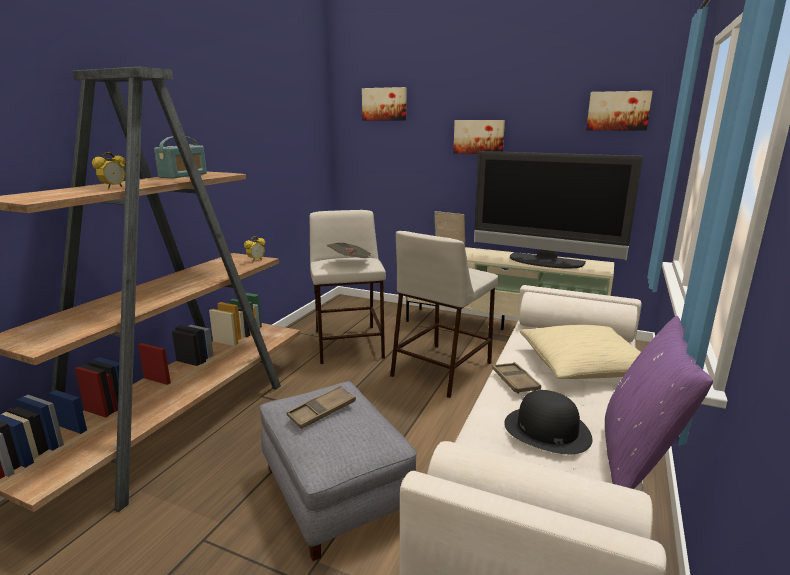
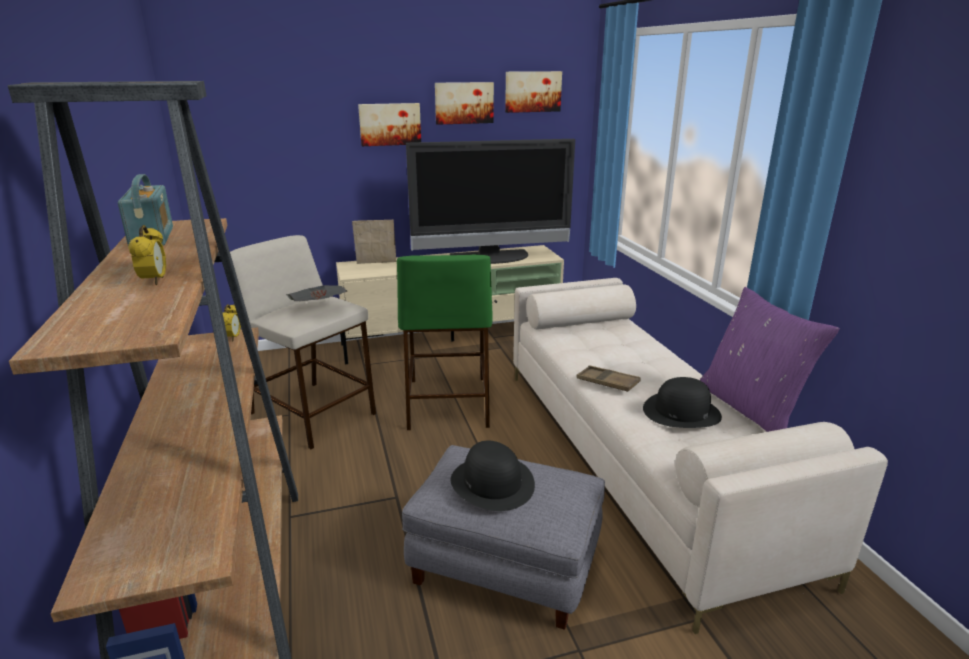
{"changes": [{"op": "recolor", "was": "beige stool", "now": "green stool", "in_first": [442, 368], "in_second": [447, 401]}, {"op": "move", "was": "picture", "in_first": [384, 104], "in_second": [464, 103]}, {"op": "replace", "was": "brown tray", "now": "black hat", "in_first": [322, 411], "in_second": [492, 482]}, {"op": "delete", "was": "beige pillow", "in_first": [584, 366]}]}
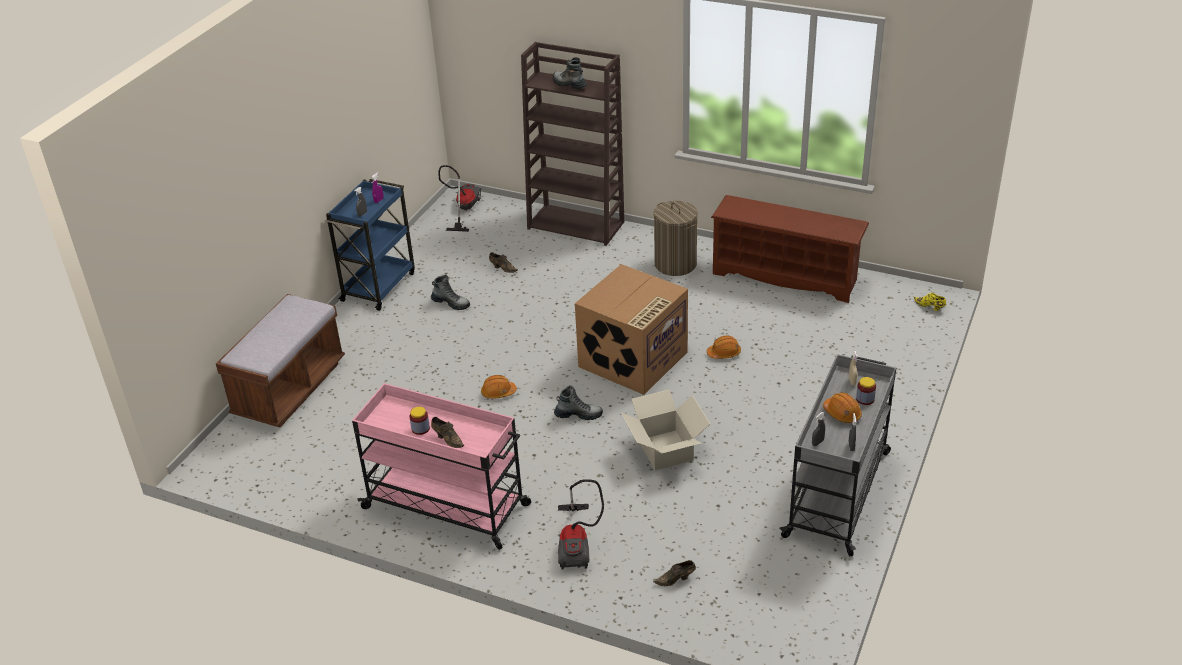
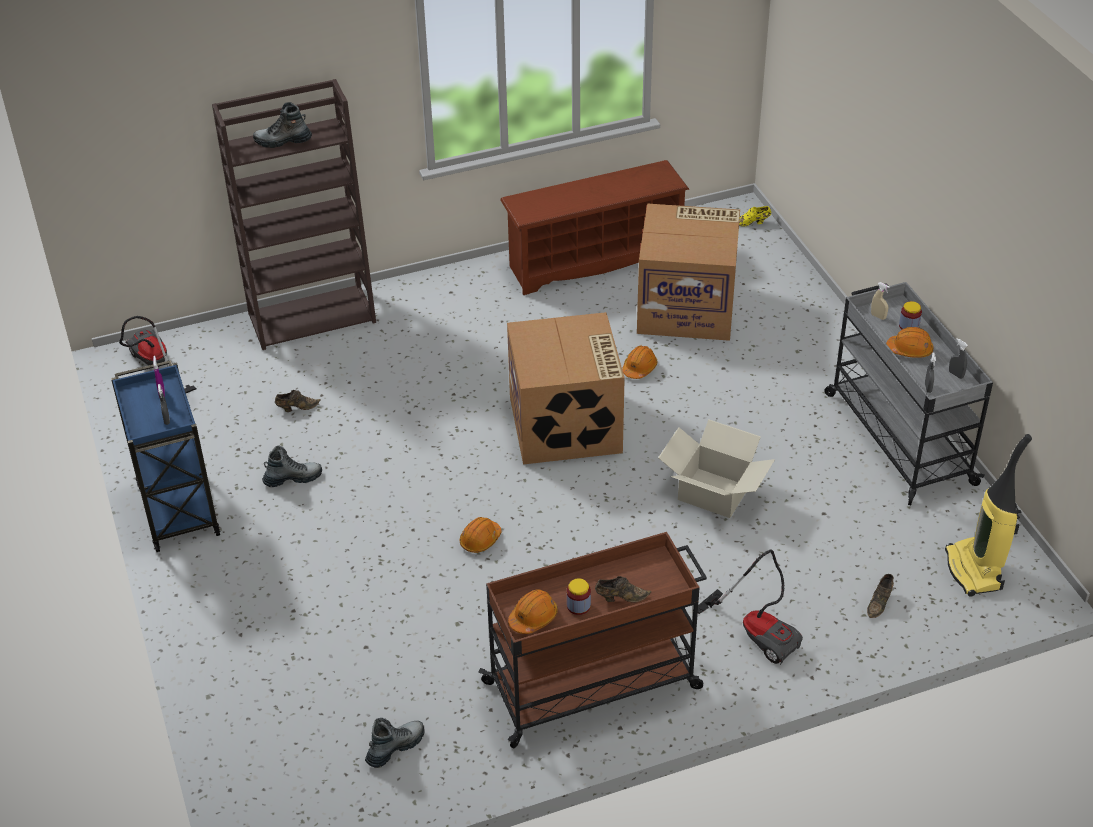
{"changes": [{"op": "move", "was": "boot", "in_first": [578, 415], "in_second": [395, 747]}, {"op": "recolor", "was": "pink cart", "now": "brown cart", "in_first": [448, 507], "in_second": [594, 685]}, {"op": "insert", "now": "orange hard hat", "in_second": [533, 617]}, {"op": "insert", "now": "cardboard box", "in_second": [688, 307]}, {"op": "insert", "now": "vacuum cleaner", "in_second": [975, 570]}, {"op": "delete", "was": "brown bench", "in_first": [289, 389]}, {"op": "delete", "was": "laundry basket", "in_first": [675, 264]}]}
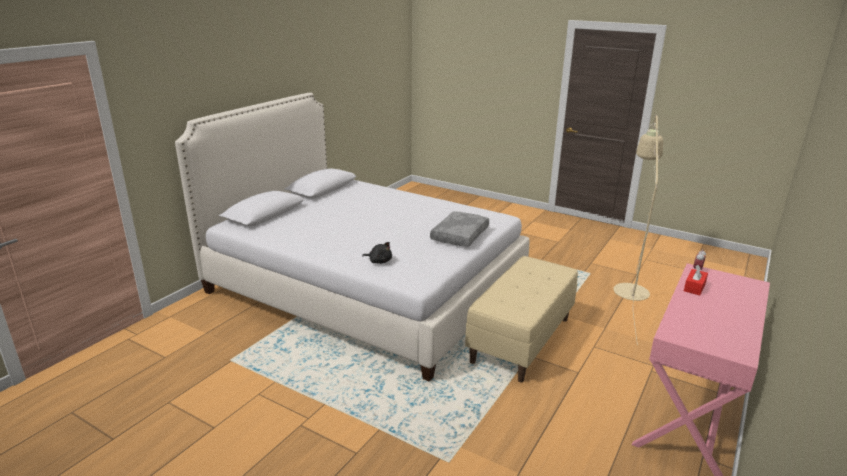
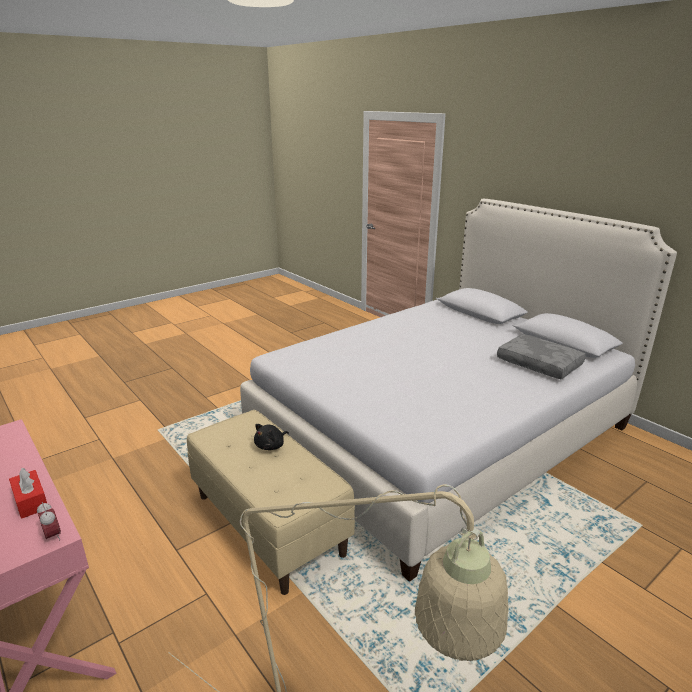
{"changes": [{"op": "move", "was": "black plush toy", "in_first": [379, 261], "in_second": [271, 446]}, {"op": "move", "was": "grey pillow", "in_first": [459, 235], "in_second": [540, 364]}]}
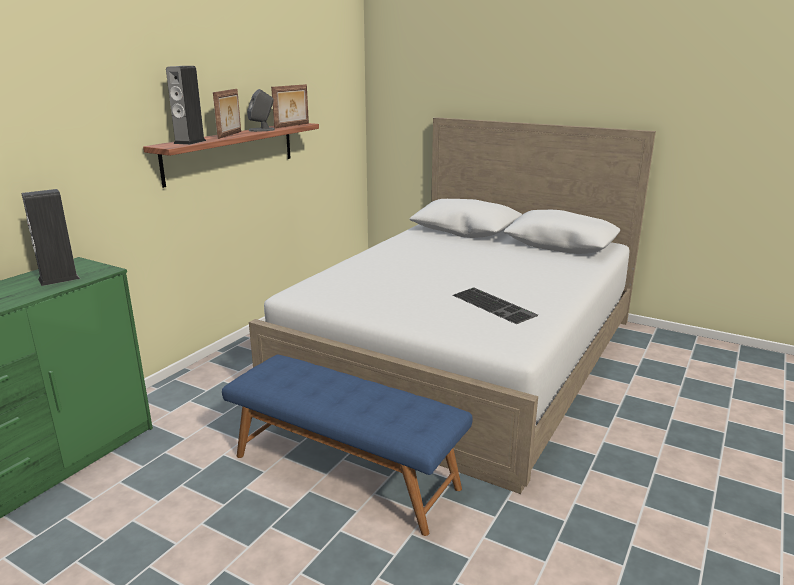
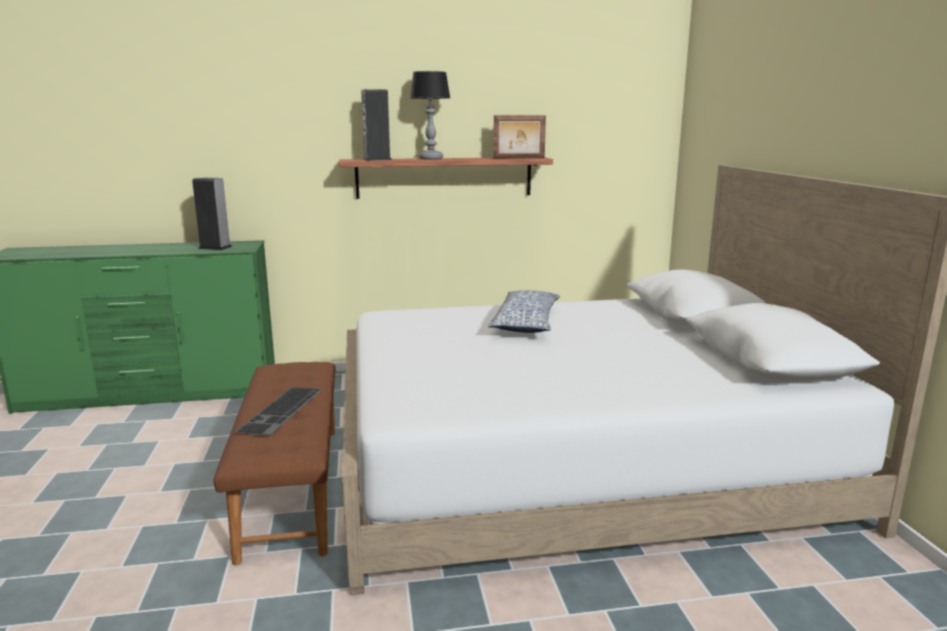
{"changes": [{"op": "recolor", "was": "blue bench", "now": "brown bench", "in_first": [346, 470], "in_second": [293, 487]}, {"op": "move", "was": "keyboard", "in_first": [495, 305], "in_second": [283, 411]}, {"op": "replace", "was": "picture frame", "now": "table lamp", "in_first": [230, 135], "in_second": [431, 159]}, {"op": "insert", "now": "pillow", "in_second": [526, 323]}, {"op": "delete", "was": "grey speaker", "in_first": [262, 130]}]}
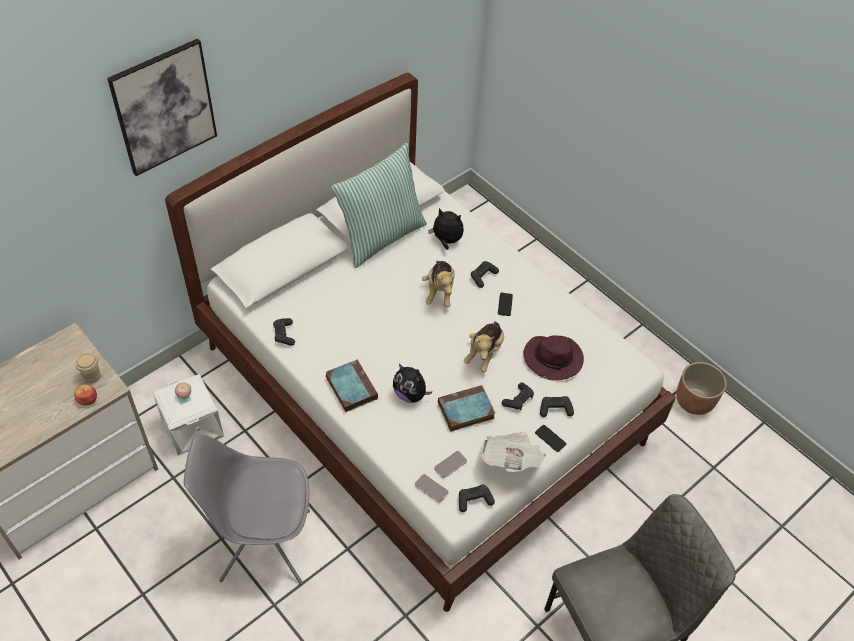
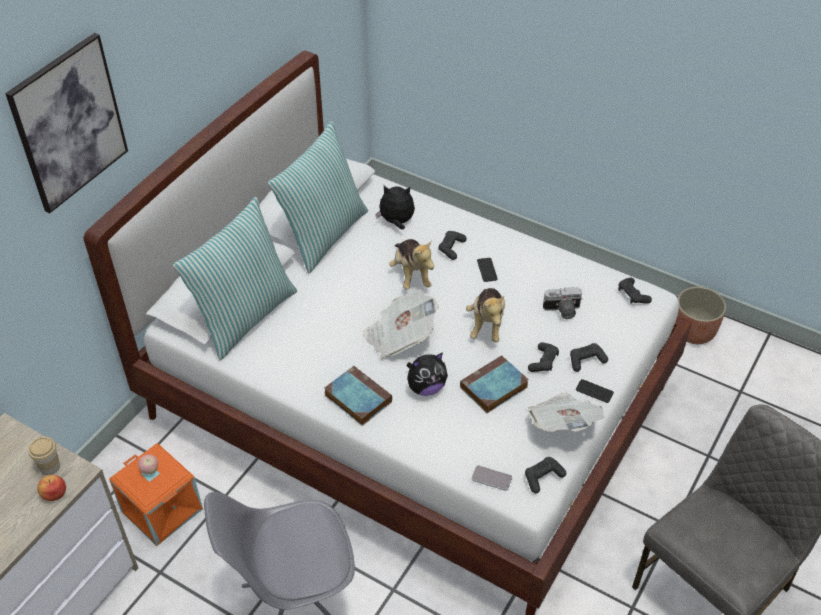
{"changes": [{"op": "recolor", "was": "white storage box", "now": "orange storage box", "in_first": [193, 427], "in_second": [163, 509]}, {"op": "insert", "now": "pillow", "in_second": [244, 316]}, {"op": "insert", "now": "newspaper", "in_second": [400, 337]}, {"op": "rotate", "was": "plush toy", "in_first": [410, 394], "in_second": [426, 387], "clockwise": -45}, {"op": "replace", "was": "purple hat", "now": "photo camera", "in_first": [554, 359], "in_second": [562, 311]}, {"op": "move", "was": "black game controller", "in_first": [284, 334], "in_second": [632, 295]}, {"op": "delete", "was": "phone", "in_first": [450, 464]}]}
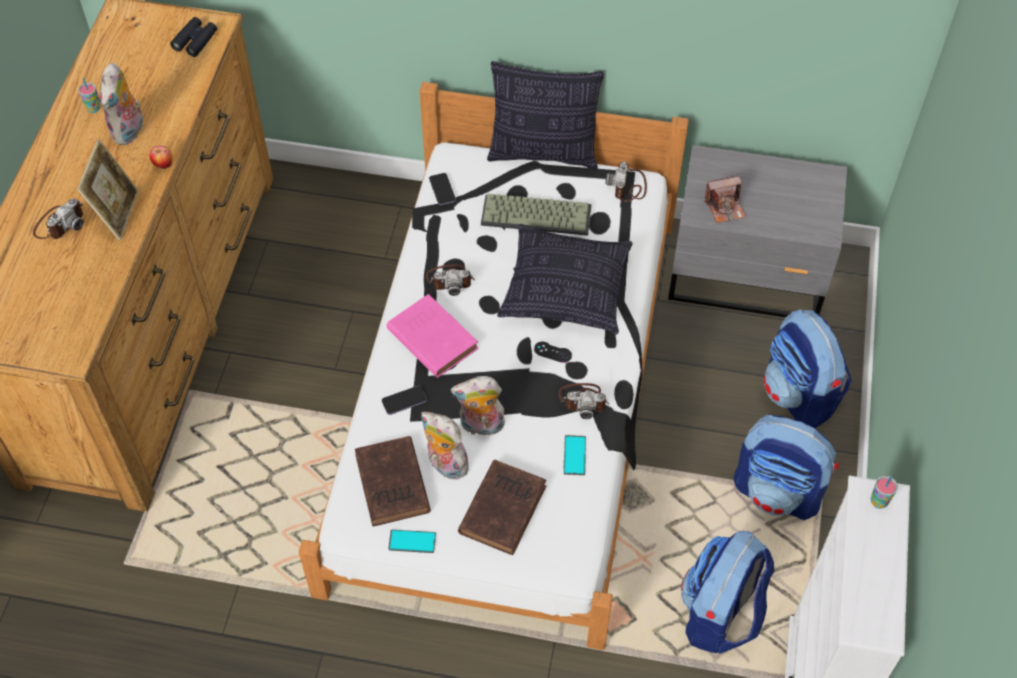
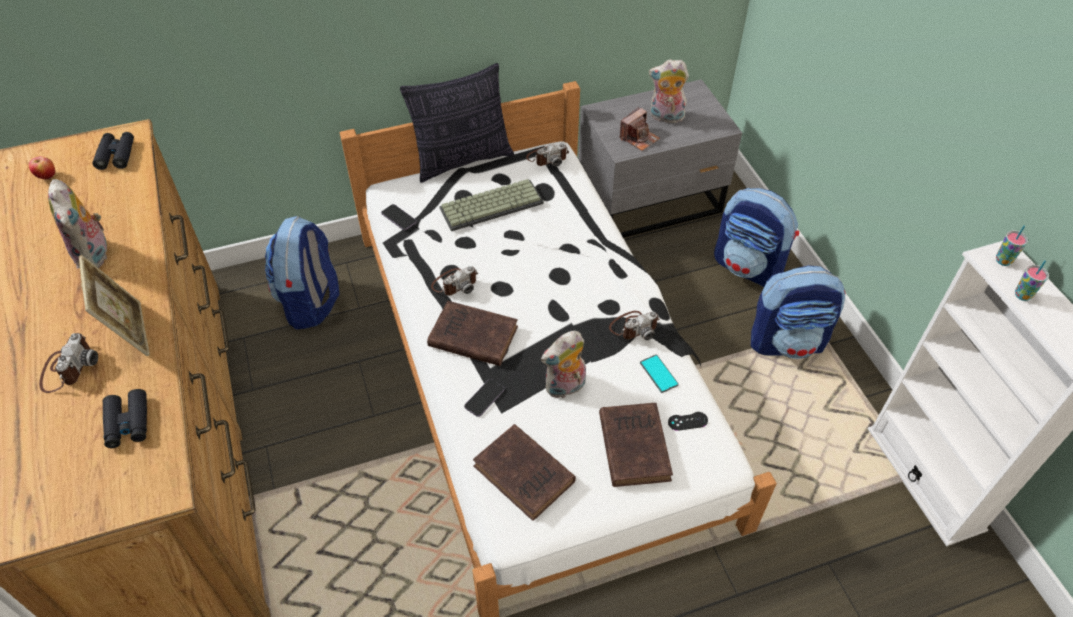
{"changes": [{"op": "move", "was": "apple", "in_first": [163, 165], "in_second": [47, 177]}, {"op": "insert", "now": "black binoculars", "in_second": [128, 423]}, {"op": "move", "was": "backpack", "in_first": [720, 615], "in_second": [311, 302]}, {"op": "recolor", "was": "pink book", "now": "brown book", "in_first": [431, 338], "in_second": [471, 336]}, {"op": "rotate", "was": "photo camera", "in_first": [628, 187], "in_second": [547, 157], "clockwise": -90}, {"op": "move", "was": "plush toy", "in_first": [444, 464], "in_second": [665, 117]}, {"op": "move", "was": "black game controller", "in_first": [552, 352], "in_second": [687, 421]}, {"op": "move", "was": "cup", "in_first": [94, 108], "in_second": [1022, 295]}, {"op": "delete", "was": "phone", "in_first": [412, 542]}, {"op": "delete", "was": "pillow", "in_first": [566, 291]}]}
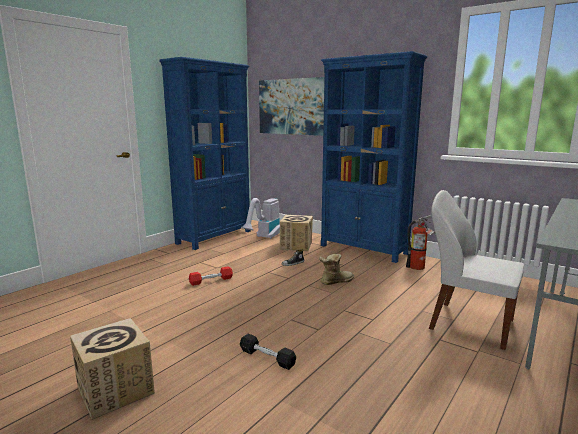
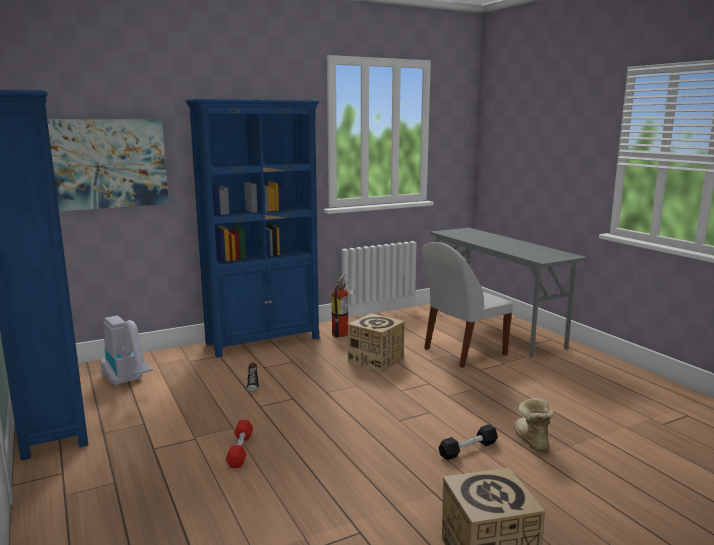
{"changes": [{"op": "move", "was": "cardboard box", "in_first": [296, 245], "in_second": [375, 360]}, {"op": "move", "was": "boot", "in_first": [335, 281], "in_second": [530, 440]}]}
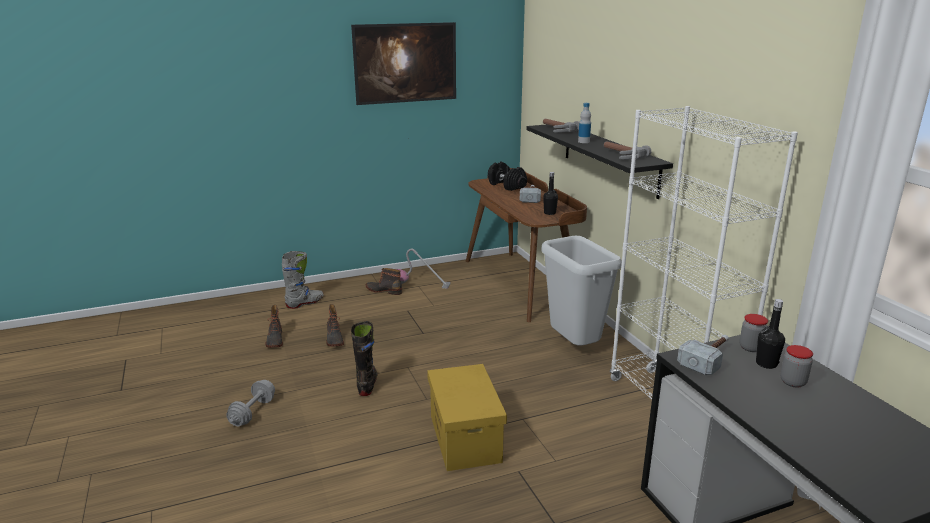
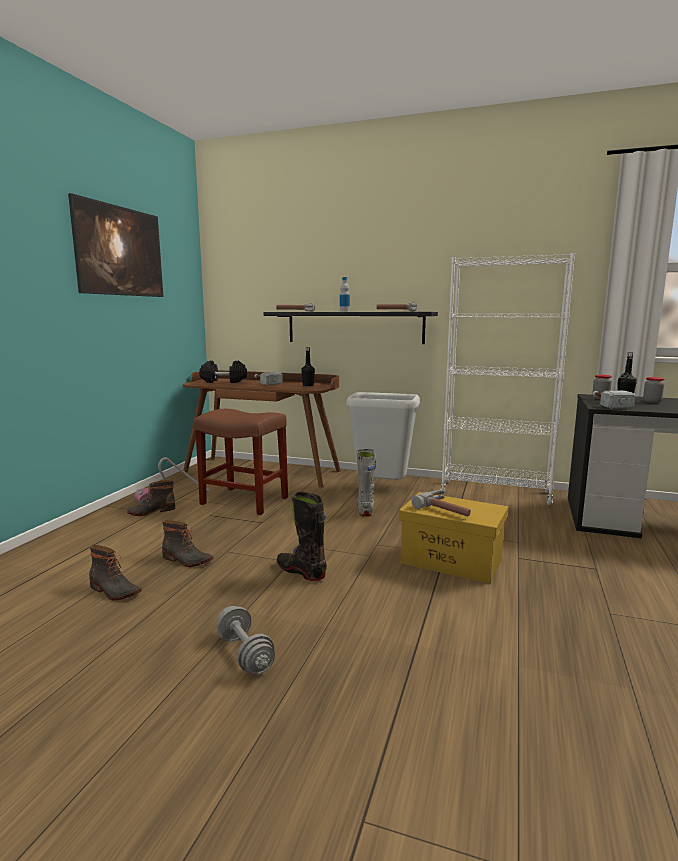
{"changes": [{"op": "insert", "now": "brown stool", "in_second": [243, 501]}, {"op": "move", "was": "grey boot", "in_first": [305, 303], "in_second": [365, 509]}, {"op": "insert", "now": "hammer", "in_second": [447, 509]}]}
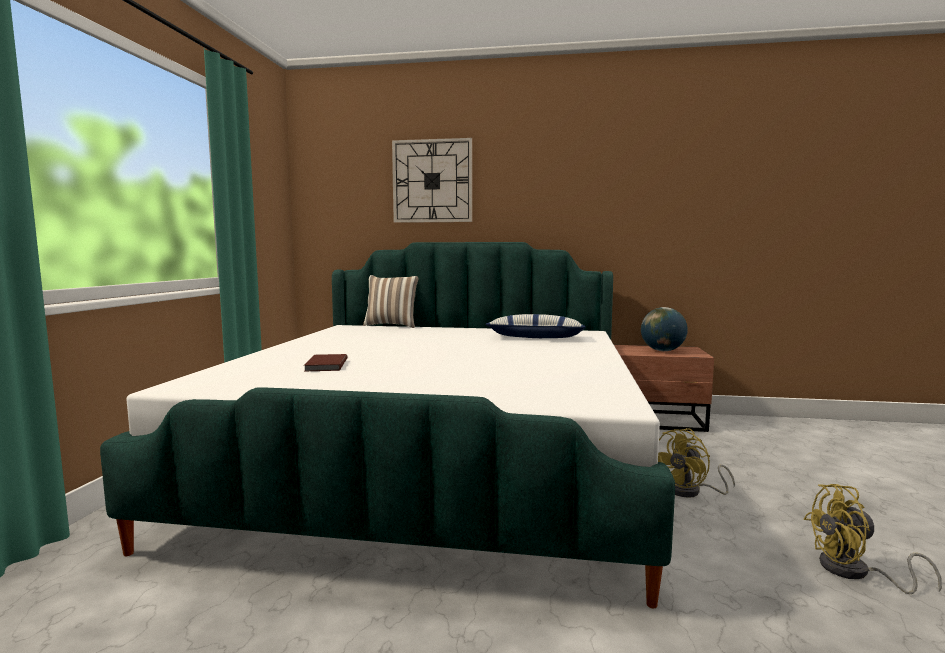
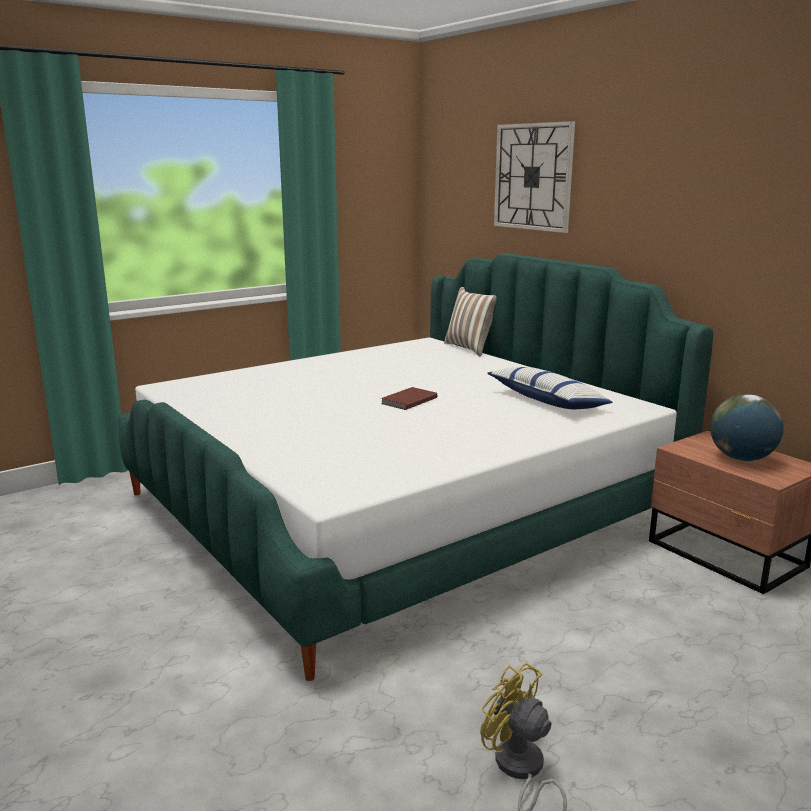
{"changes": [{"op": "move", "was": "brown book", "in_first": [325, 365], "in_second": [407, 400]}, {"op": "delete", "was": "yellow fan", "in_first": [691, 491]}]}
